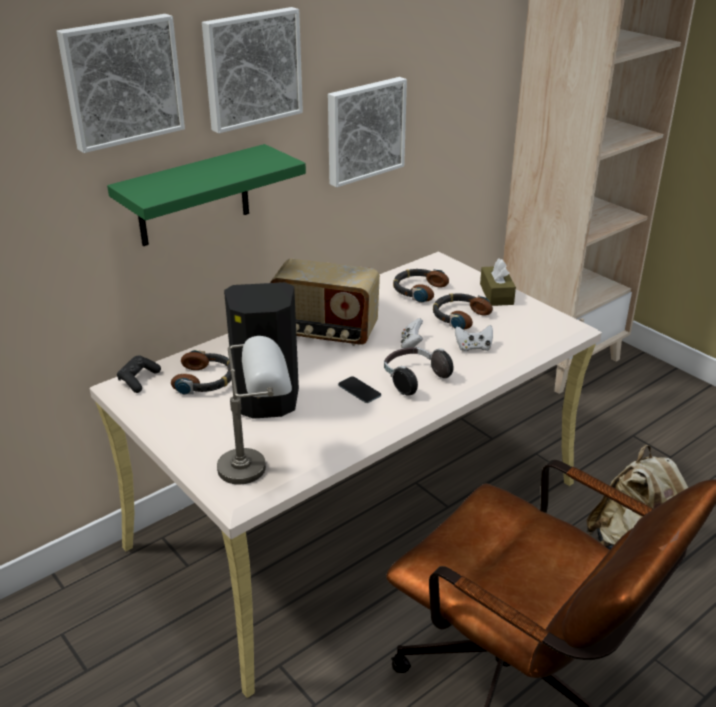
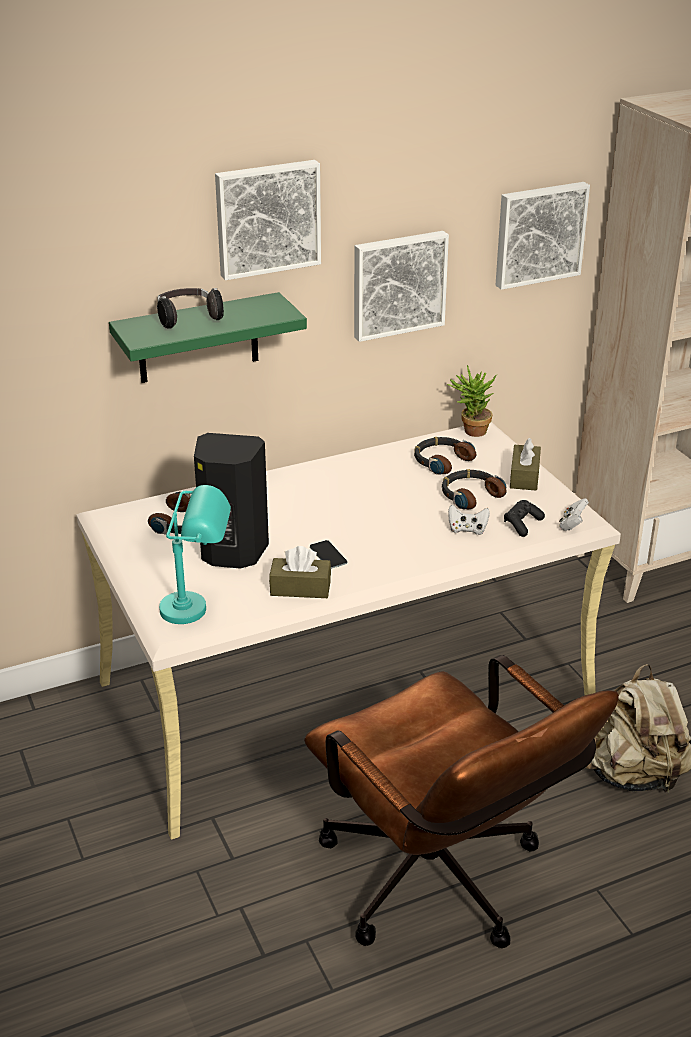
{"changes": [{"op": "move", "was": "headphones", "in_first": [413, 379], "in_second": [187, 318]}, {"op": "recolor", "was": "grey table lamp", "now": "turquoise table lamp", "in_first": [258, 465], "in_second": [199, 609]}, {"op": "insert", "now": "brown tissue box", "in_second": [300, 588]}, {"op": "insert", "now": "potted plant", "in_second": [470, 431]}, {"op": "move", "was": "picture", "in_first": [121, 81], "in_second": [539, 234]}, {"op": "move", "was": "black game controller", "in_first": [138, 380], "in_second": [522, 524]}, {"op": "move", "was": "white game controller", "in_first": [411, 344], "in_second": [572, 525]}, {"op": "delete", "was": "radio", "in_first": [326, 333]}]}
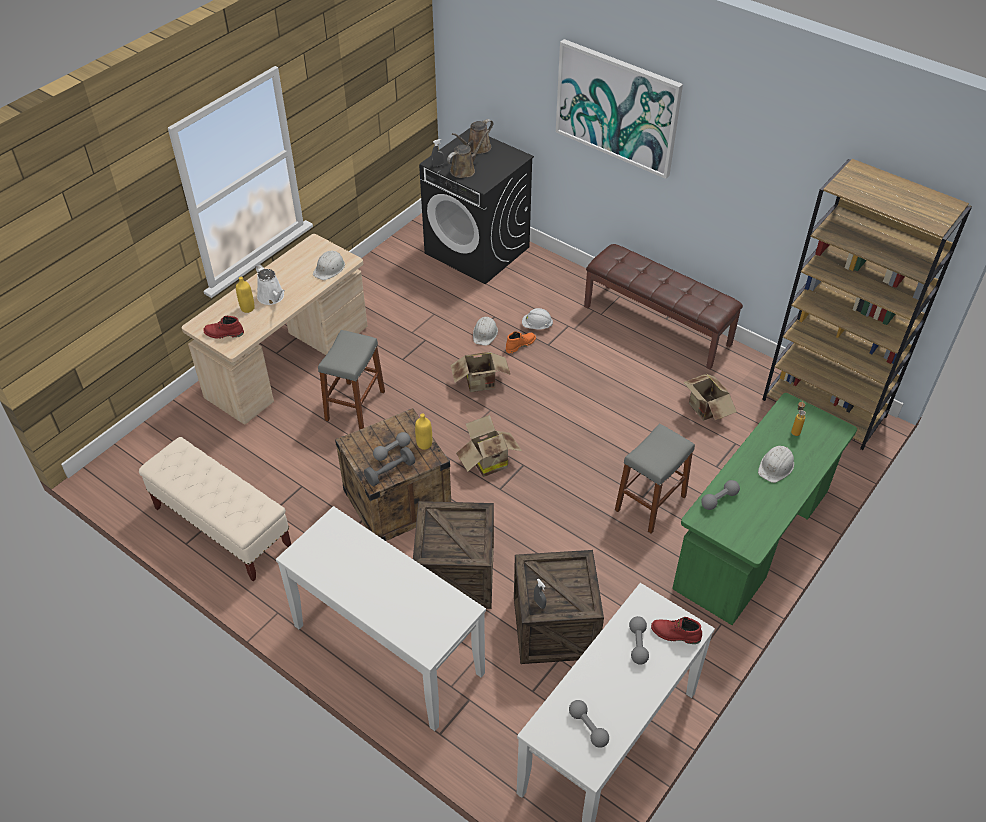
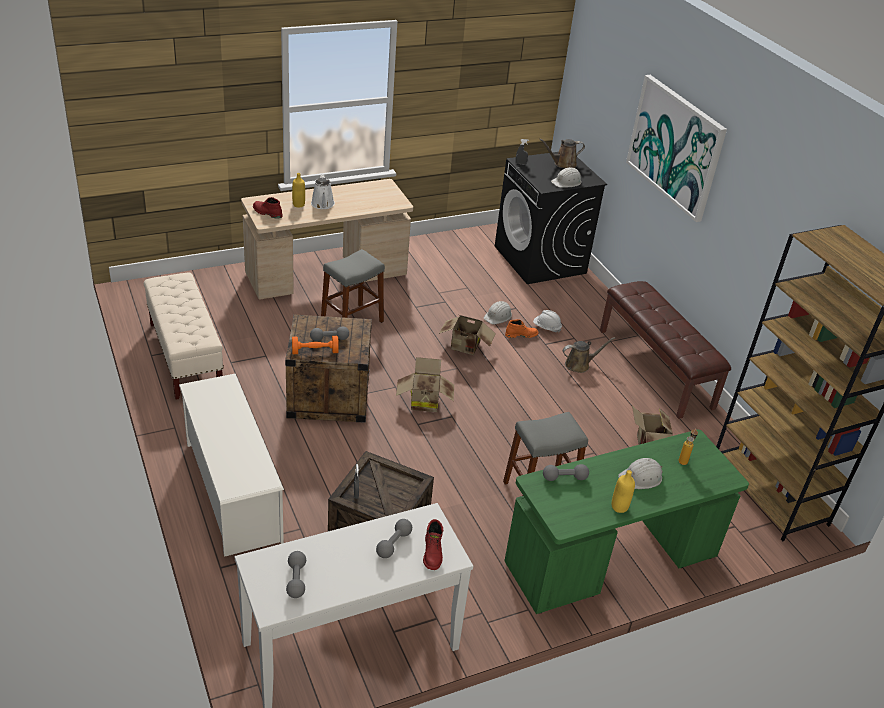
{"changes": [{"op": "replace", "was": "white console table", "now": "white shoe rack", "in_first": [387, 650], "in_second": [232, 490]}, {"op": "recolor", "was": "grey dumbbell", "now": "orange dumbbell", "in_first": [390, 472], "in_second": [315, 351]}, {"op": "rotate", "was": "red boot", "in_first": [675, 634], "in_second": [433, 553], "clockwise": -135}, {"op": "move", "was": "white hard hat", "in_first": [329, 268], "in_second": [567, 182]}, {"op": "move", "was": "brown watering can", "in_first": [464, 169], "in_second": [579, 365]}, {"op": "move", "was": "yellow bottle", "in_first": [424, 444], "in_second": [619, 507]}, {"op": "delete", "was": "crate", "in_first": [455, 576]}]}
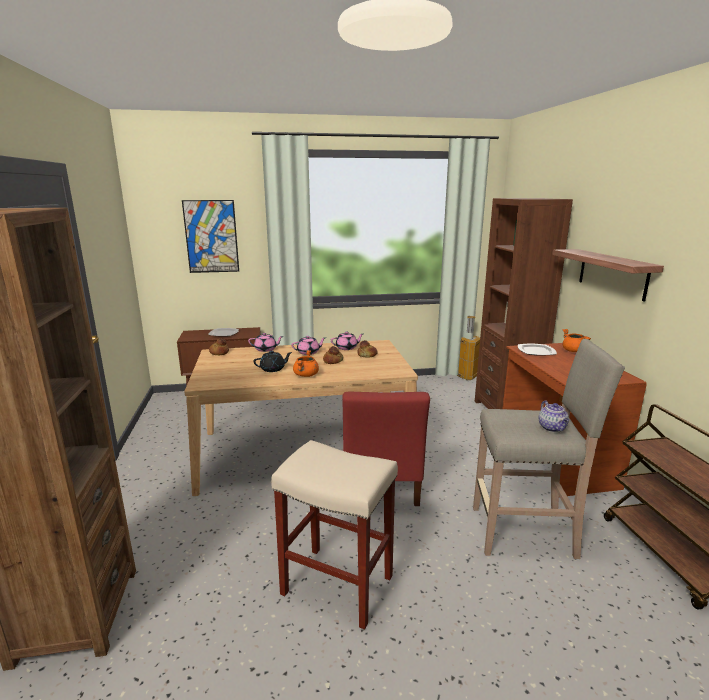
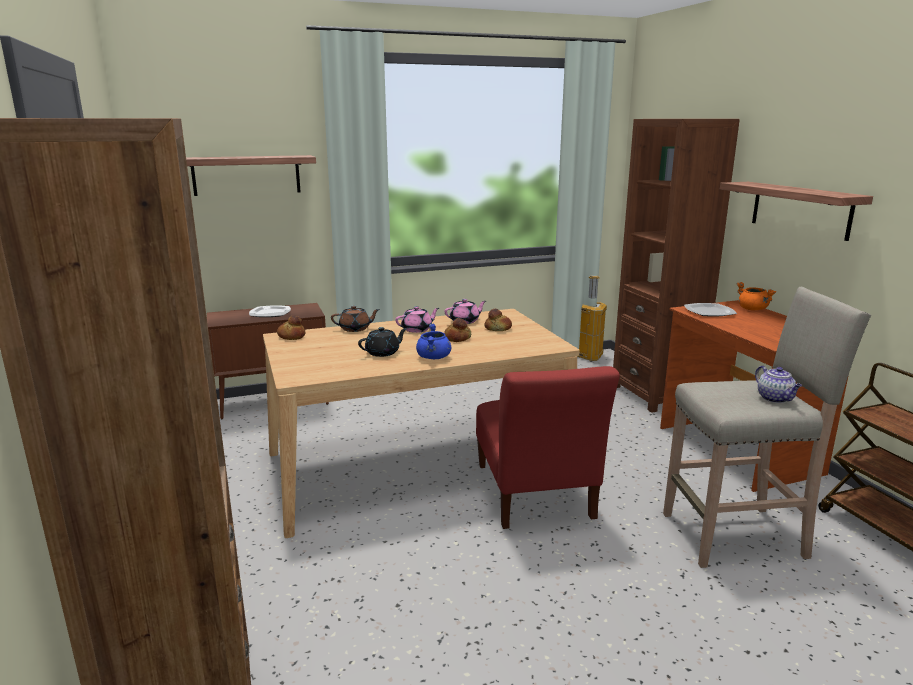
{"changes": [{"op": "replace", "was": "picture", "now": "shelf", "in_first": [211, 236], "in_second": [246, 175]}, {"op": "recolor", "was": "pink teapot", "now": "brown teapot", "in_first": [266, 349], "in_second": [355, 329]}, {"op": "recolor", "was": "orange cooking pot", "now": "blue cooking pot", "in_first": [306, 375], "in_second": [434, 358]}, {"op": "delete", "was": "beige stool", "in_first": [335, 585]}]}
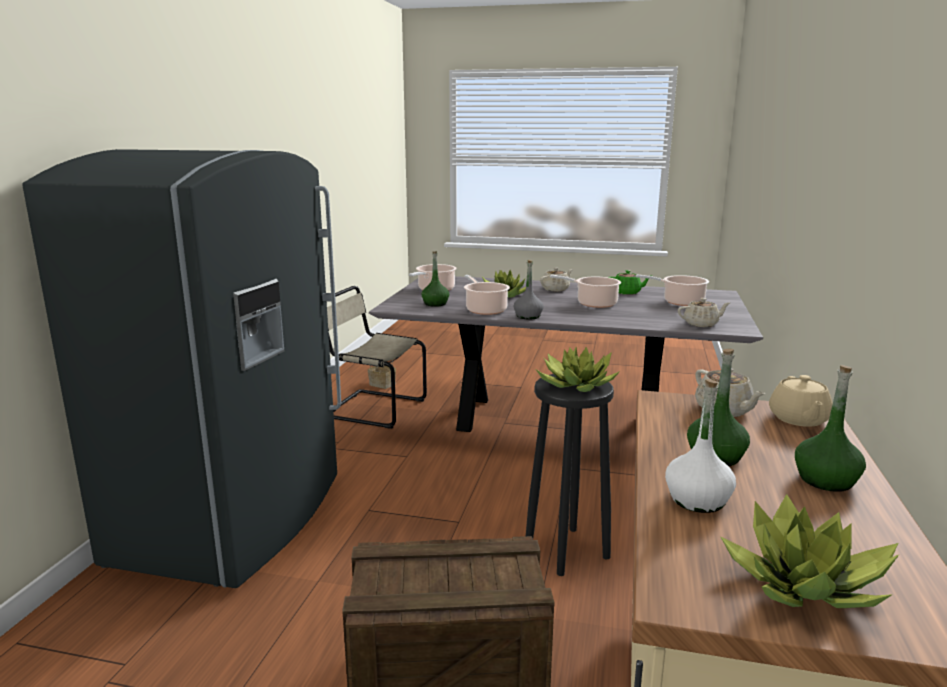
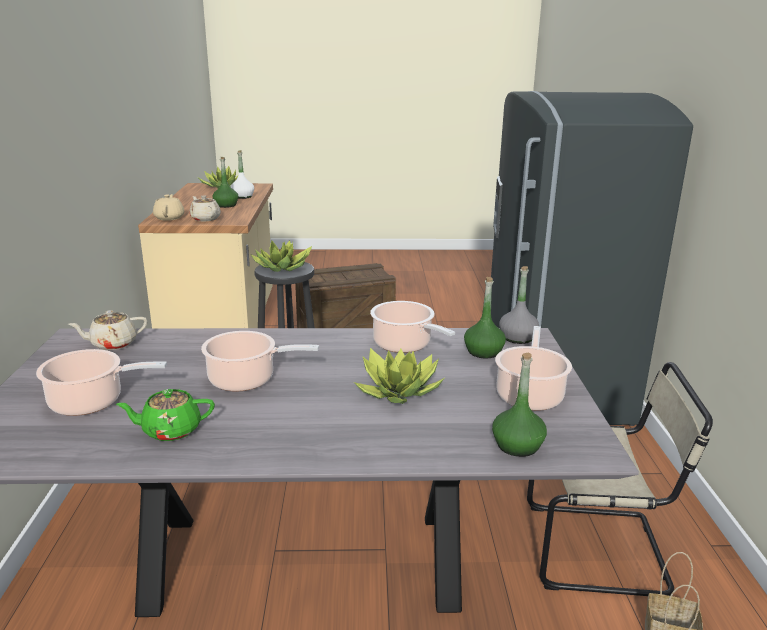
{"changes": [{"op": "move", "was": "green bottle", "in_first": [825, 480], "in_second": [517, 446]}, {"op": "move", "was": "grey bottle", "in_first": [528, 316], "in_second": [517, 338]}, {"op": "delete", "was": "beige teapot", "in_first": [556, 289]}]}
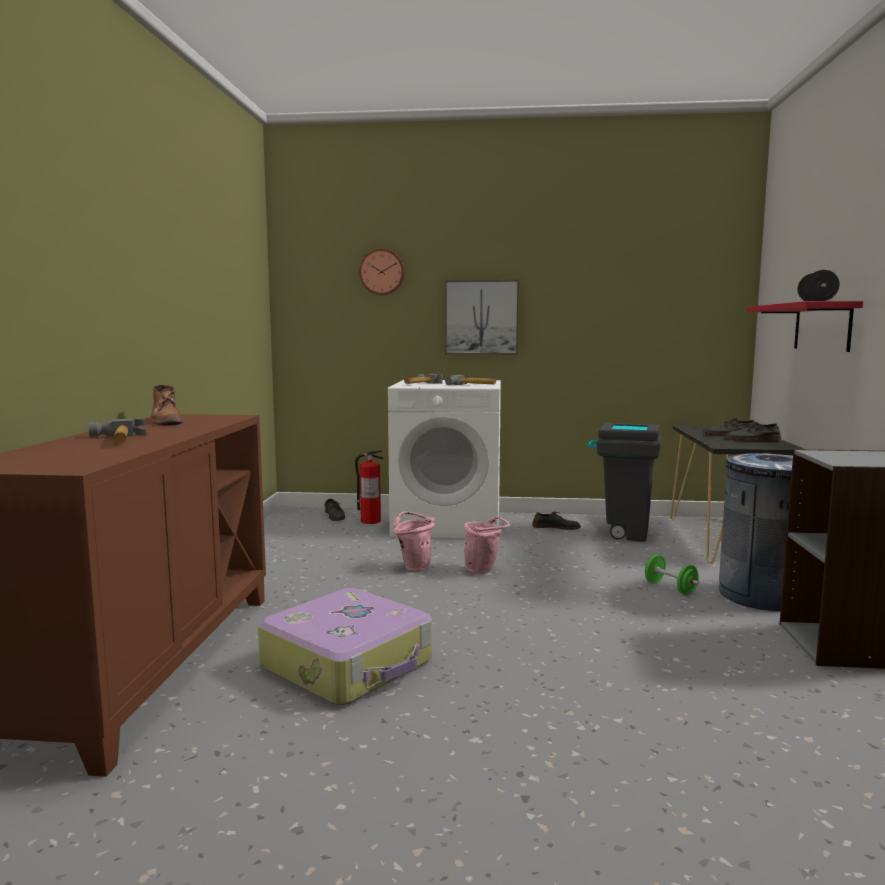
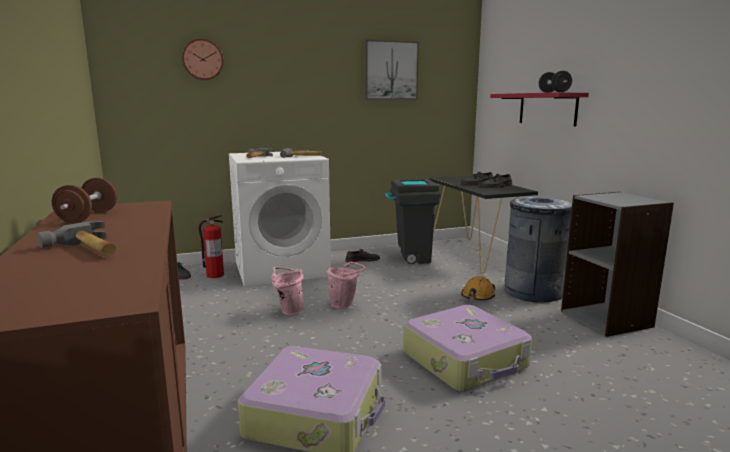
{"changes": [{"op": "replace", "was": "brown boot", "now": "brown dumbbell", "in_first": [166, 421], "in_second": [88, 217]}, {"op": "move", "was": "picture", "in_first": [481, 317], "in_second": [391, 70]}, {"op": "insert", "now": "suitcase", "in_second": [466, 360]}, {"op": "replace", "was": "green dumbbell", "now": "orange hard hat", "in_first": [670, 588], "in_second": [477, 296]}]}
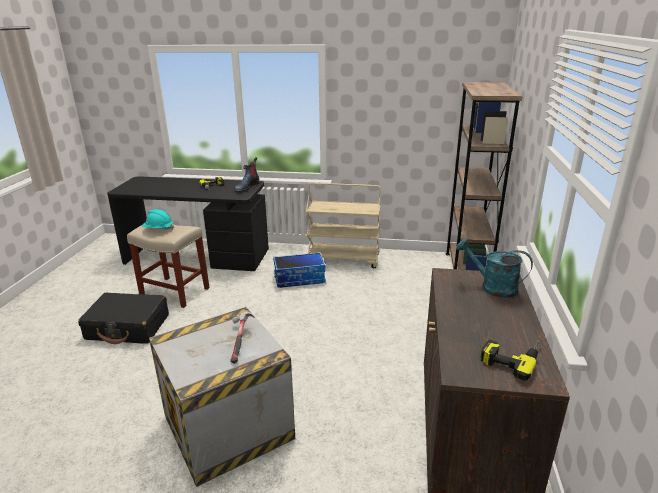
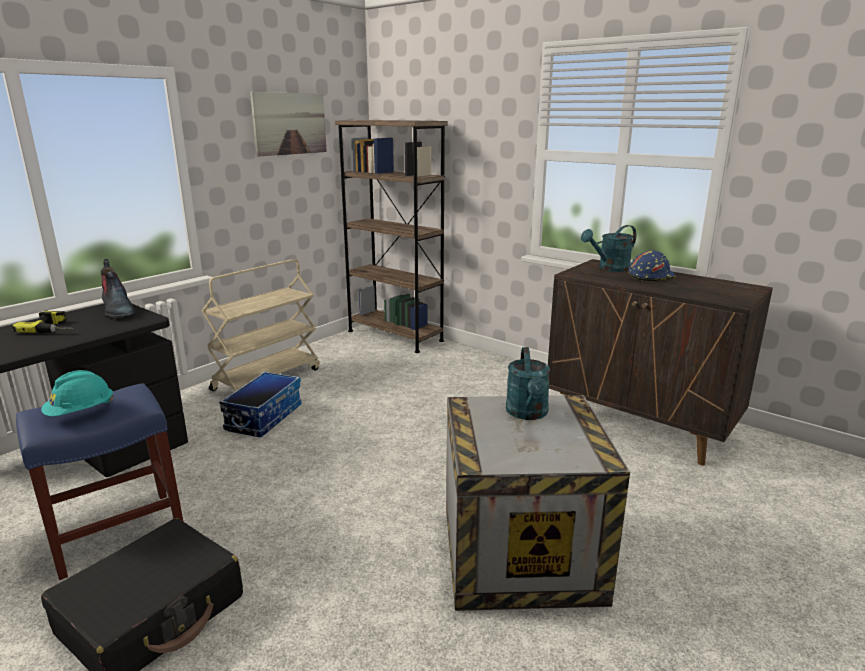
{"changes": [{"op": "recolor", "was": "beige stool", "now": "blue stool", "in_first": [174, 292], "in_second": [115, 534]}, {"op": "insert", "now": "picture", "in_second": [290, 123]}, {"op": "replace", "was": "hammer", "now": "turquoise watering can", "in_first": [240, 341], "in_second": [528, 414]}, {"op": "insert", "now": "blue hard hat", "in_second": [650, 276]}, {"op": "delete", "was": "power drill", "in_first": [511, 356]}]}
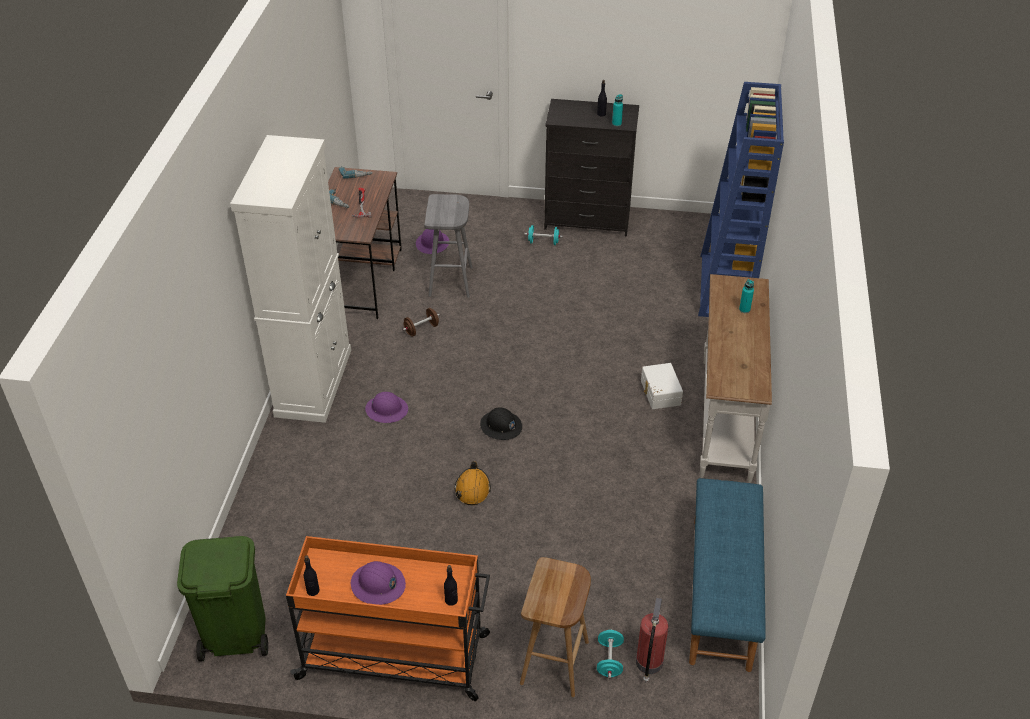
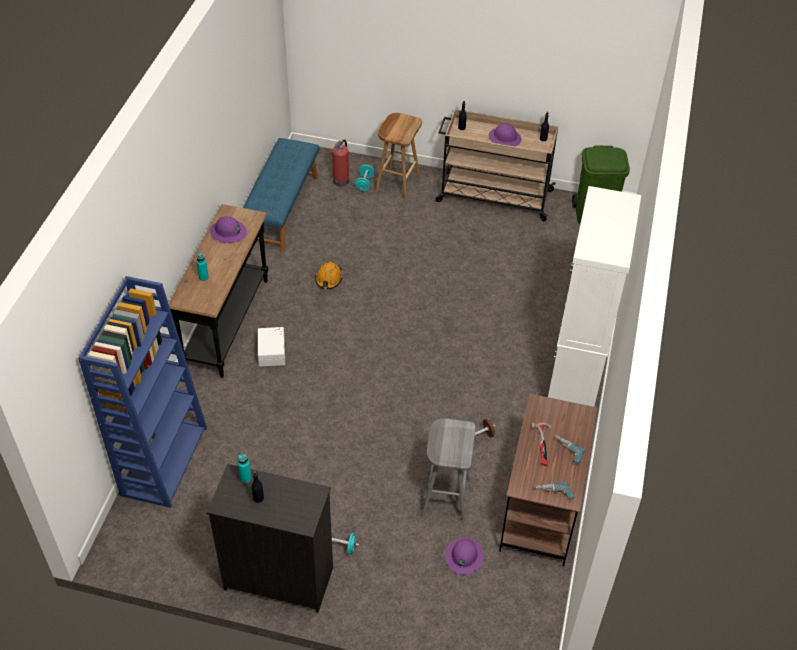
{"changes": [{"op": "recolor", "was": "white console table", "now": "black console table", "in_first": [724, 419], "in_second": [228, 324]}, {"op": "move", "was": "purple hard hat", "in_first": [386, 409], "in_second": [228, 232]}, {"op": "move", "was": "orange hard hat", "in_first": [472, 489], "in_second": [328, 279]}, {"op": "recolor", "was": "orange cart", "now": "beige cart", "in_first": [396, 657], "in_second": [493, 196]}, {"op": "delete", "was": "black hard hat", "in_first": [501, 426]}]}
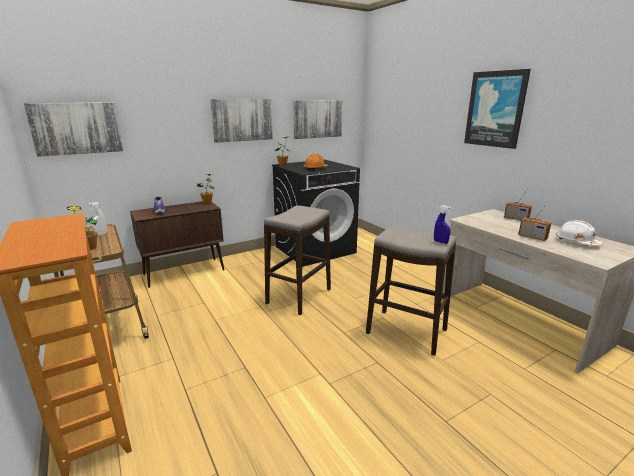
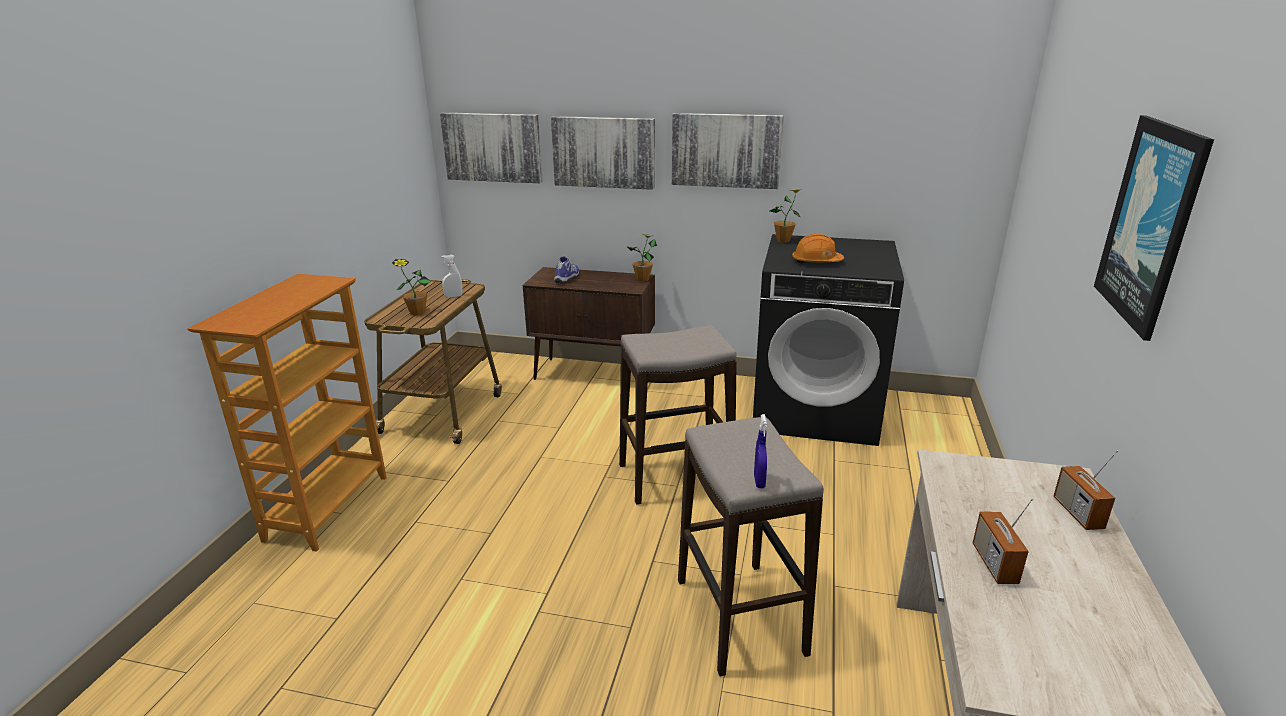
{"changes": [{"op": "move", "was": "picture", "in_first": [317, 119], "in_second": [604, 152]}, {"op": "delete", "was": "white hard hat", "in_first": [576, 242]}]}
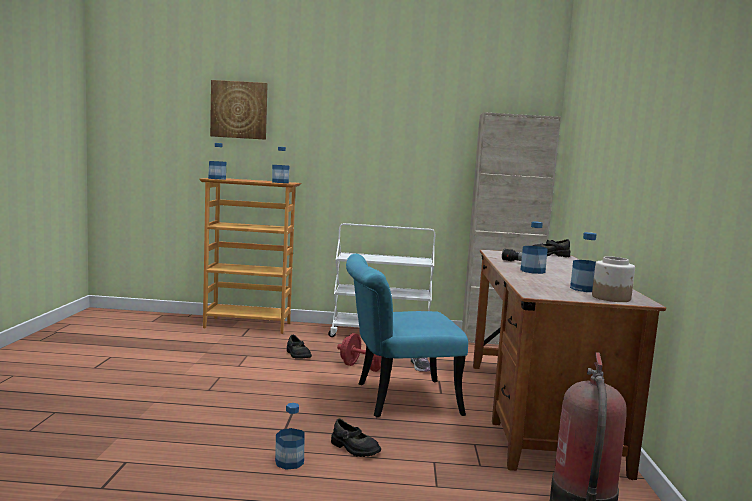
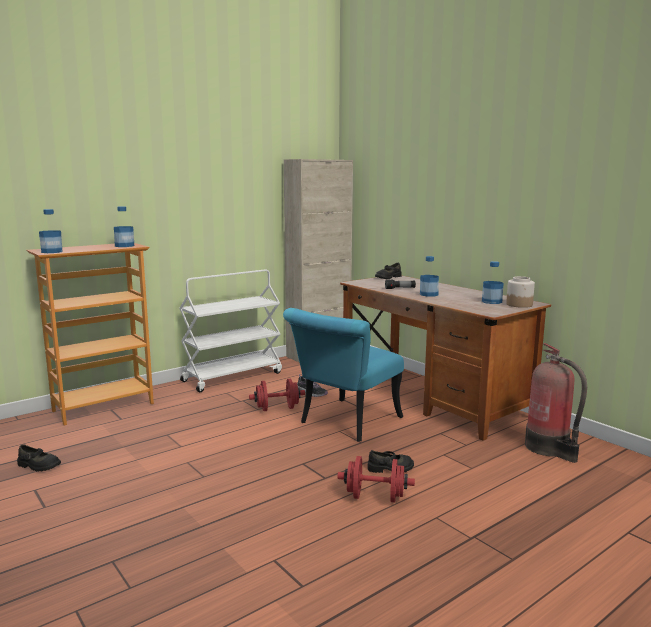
{"changes": [{"op": "move", "was": "black shoe", "in_first": [297, 355], "in_second": [38, 466]}, {"op": "replace", "was": "bottle", "now": "red dumbbell", "in_first": [289, 462], "in_second": [375, 497]}, {"op": "delete", "was": "picture", "in_first": [239, 110]}]}
